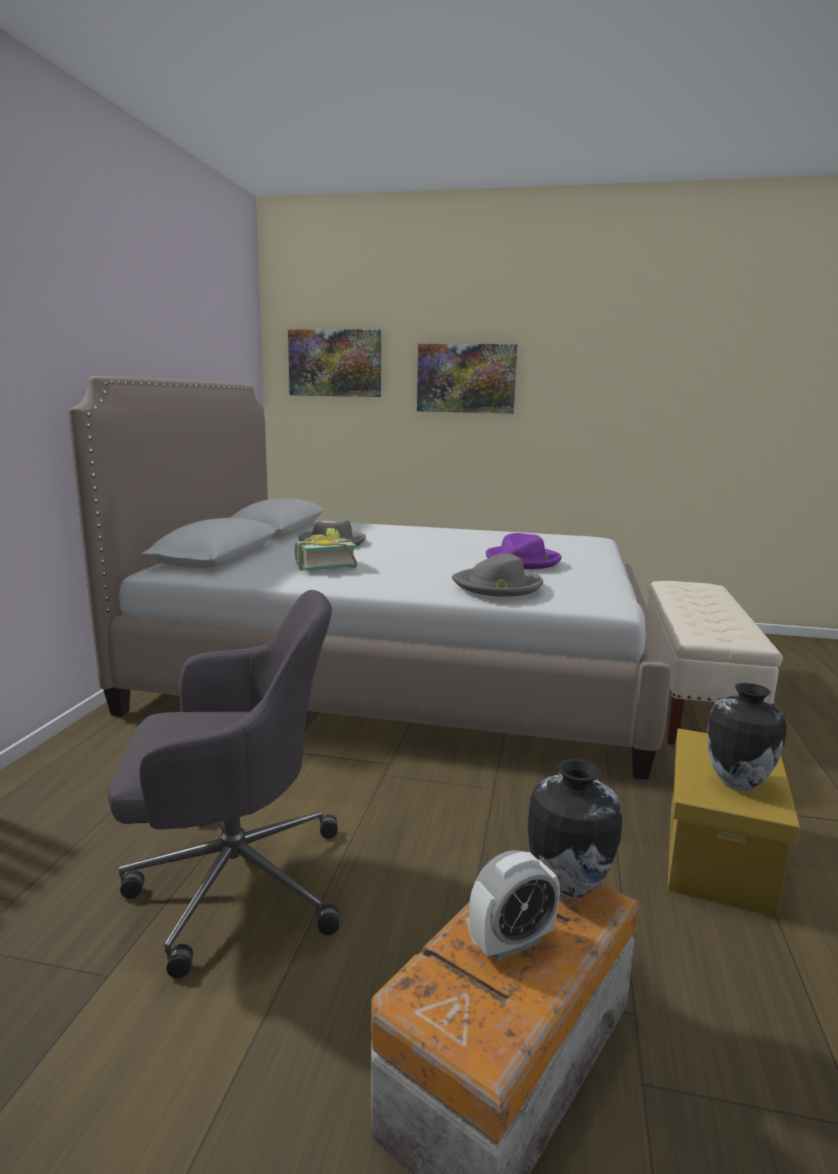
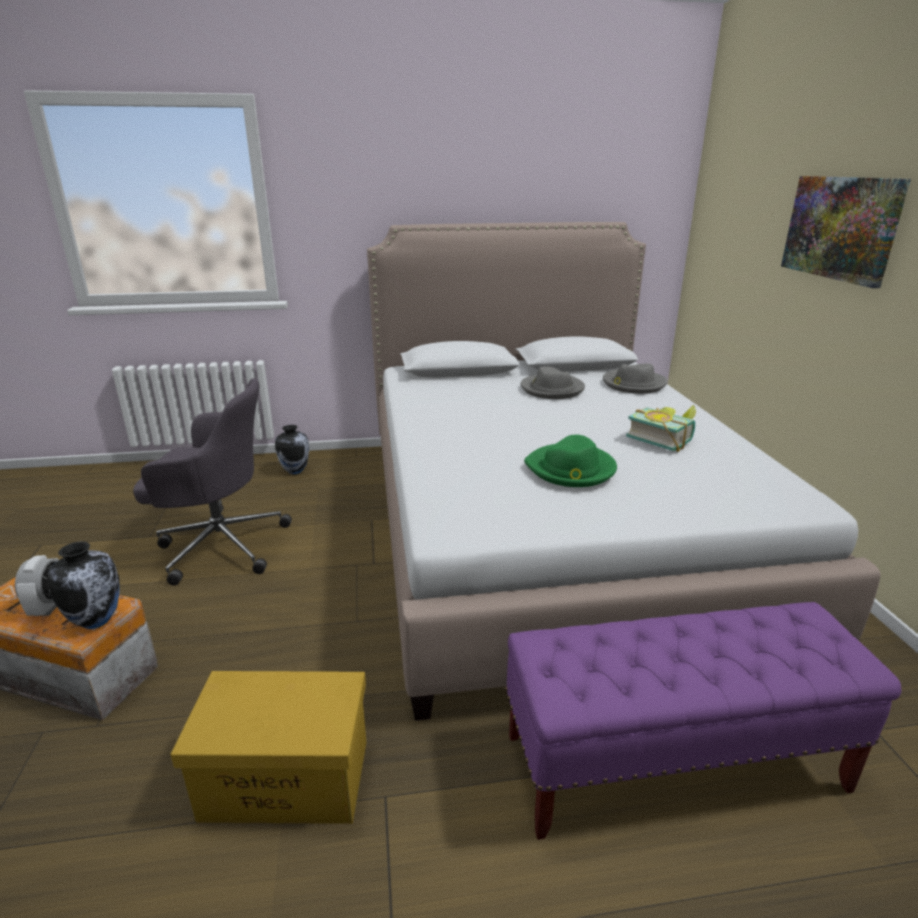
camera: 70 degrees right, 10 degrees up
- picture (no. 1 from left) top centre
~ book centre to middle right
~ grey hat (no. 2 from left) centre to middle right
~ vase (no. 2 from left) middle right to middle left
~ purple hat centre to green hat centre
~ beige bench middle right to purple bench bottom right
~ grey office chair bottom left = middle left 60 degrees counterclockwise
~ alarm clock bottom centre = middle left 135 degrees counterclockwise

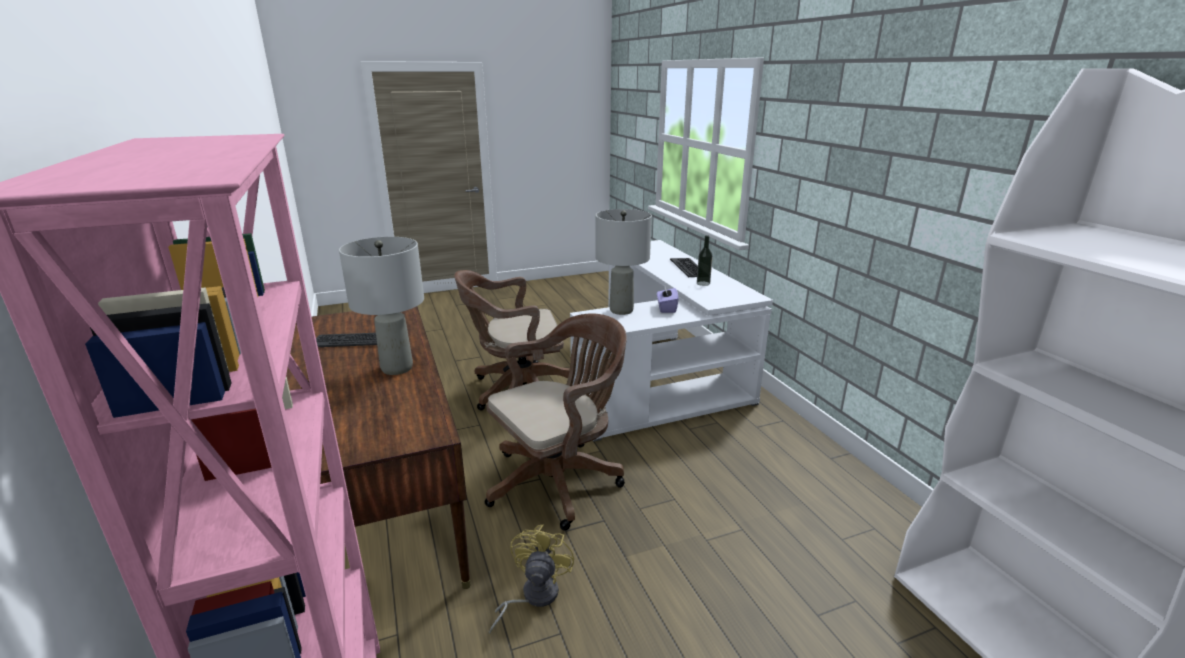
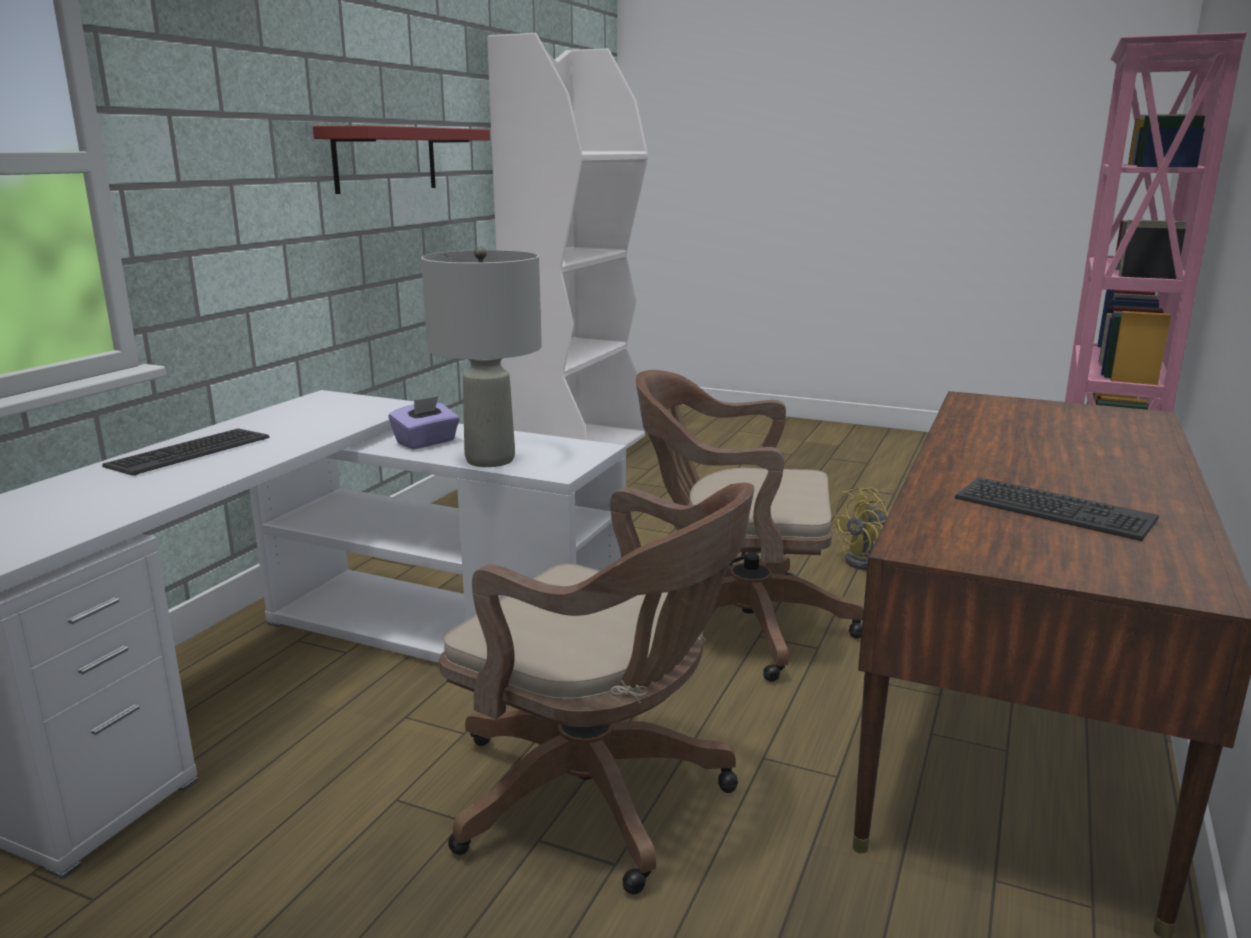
camera: 135 degrees left, 5 degrees down
- grey table lamp (no. 1 from left) middle left
- bottle centre
+ red shelf top left

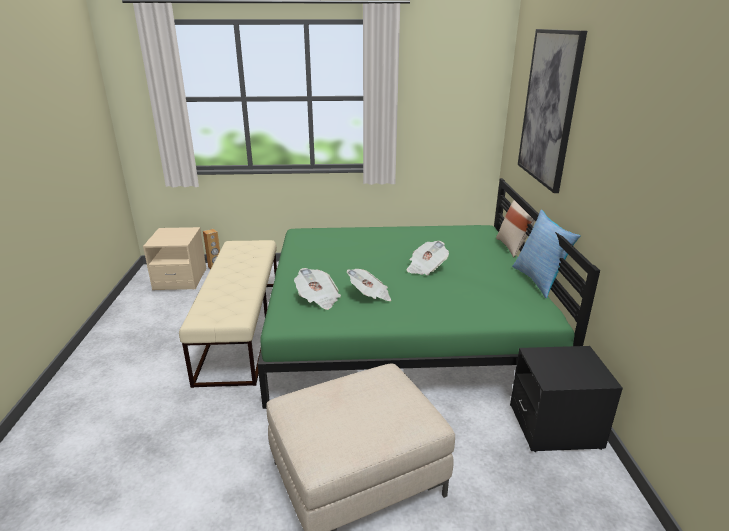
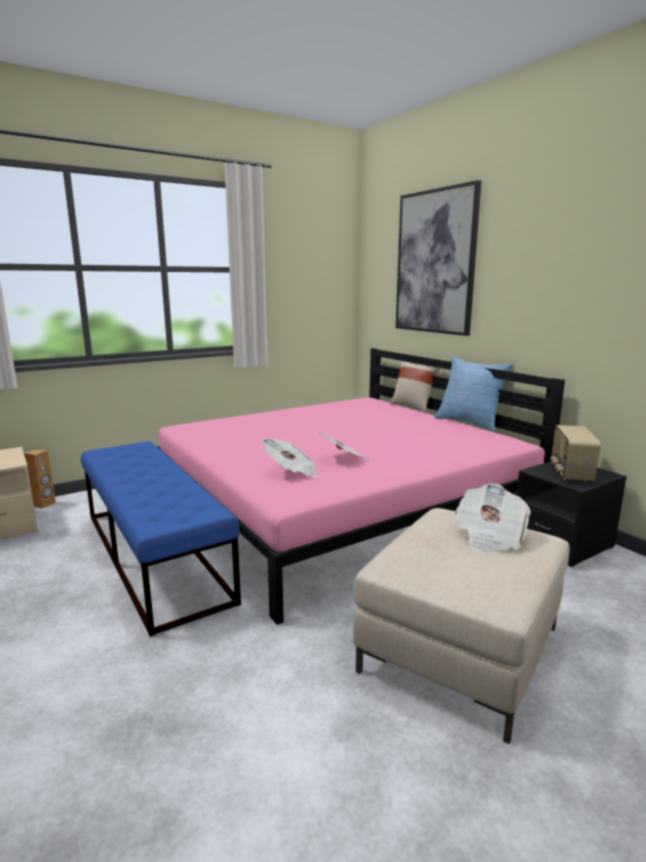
camera: 30 degrees left, 10 degrees down
+ radio middle right
~ newspaper (no. 3 from left) centre to middle right
~ beige bench middle left to blue bench middle left
~ green bed centre to pink bed centre

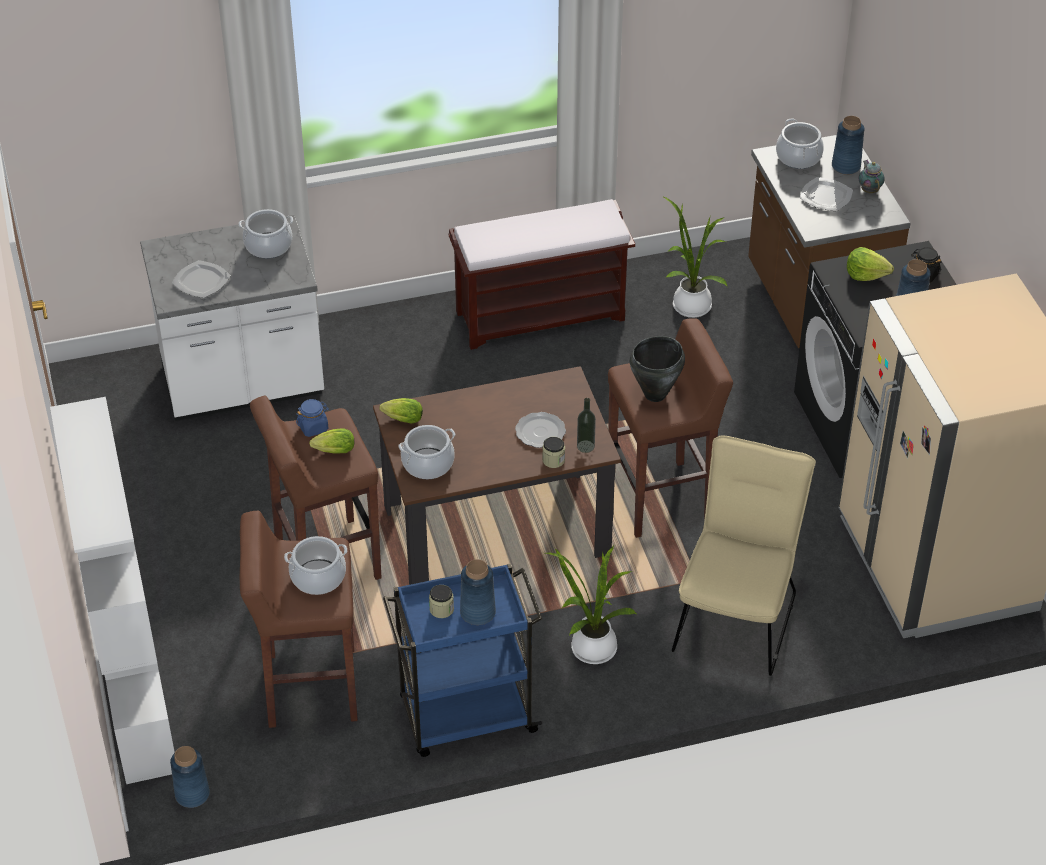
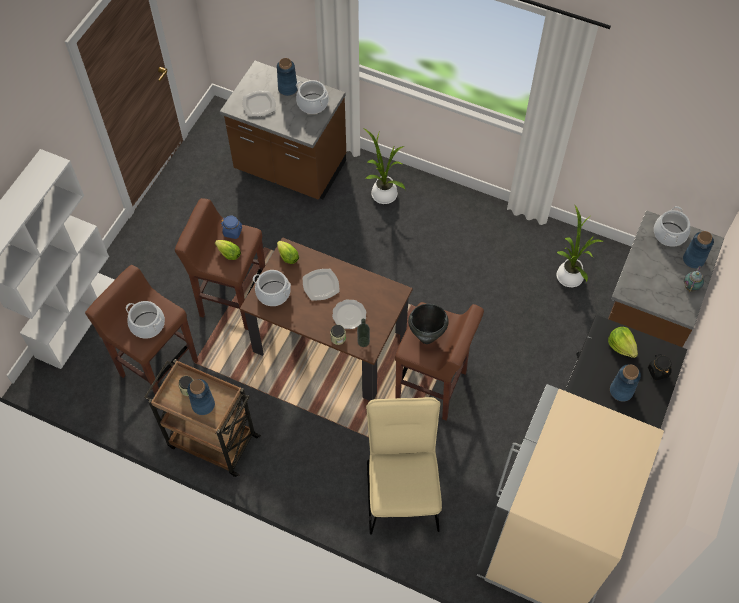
camera: 40 degrees right, 15 degrees up
- brown bench top centre
~ blue vase (no. 1 from left in the first image) bottom left to blue vase (no. 2 from left) top centre
~ potted plant (no. 1 from left) bottom centre to top centre
~ plate (no. 3 from left in the first image) top right to plate (no. 2 from left) centre
~ white counter middle left to brown counter (no. 1 from left) top centre
~ blue cart bottom centre to brown cart bottom left
~ beige chair middle right = bottom centre 60 degrees counterclockwise

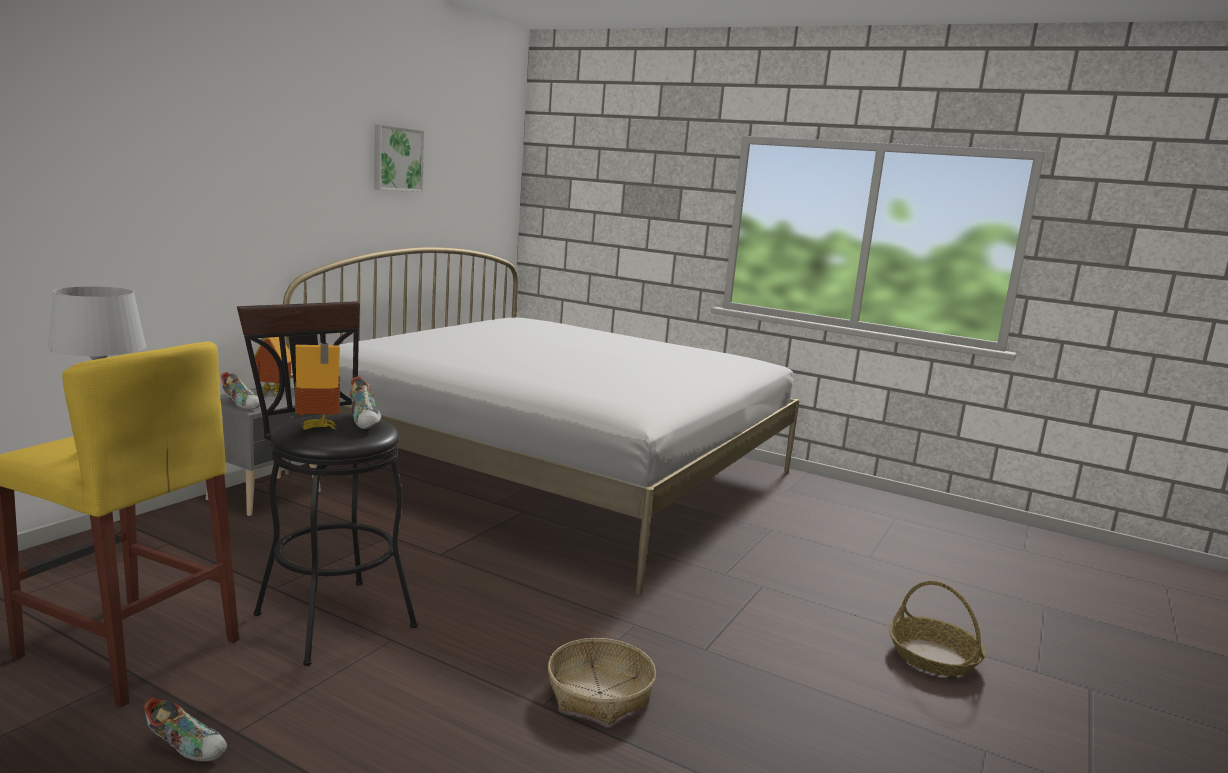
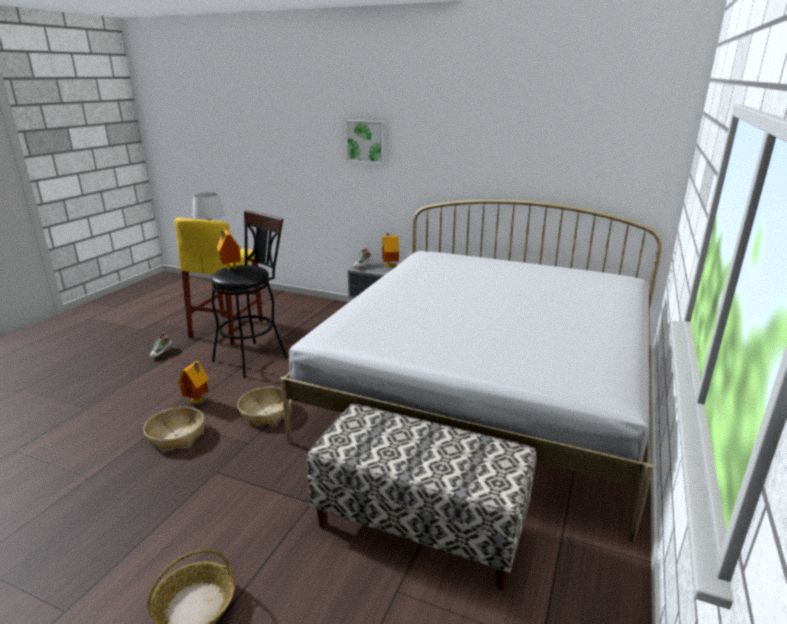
camera: 85 degrees right, 10 degrees up
- shoe (no. 3 from left) middle left
+ toy house (no. 1 from left) middle left
+ basket (no. 3 from left) centre
+ bench bottom centre
~ picture top left to top centre

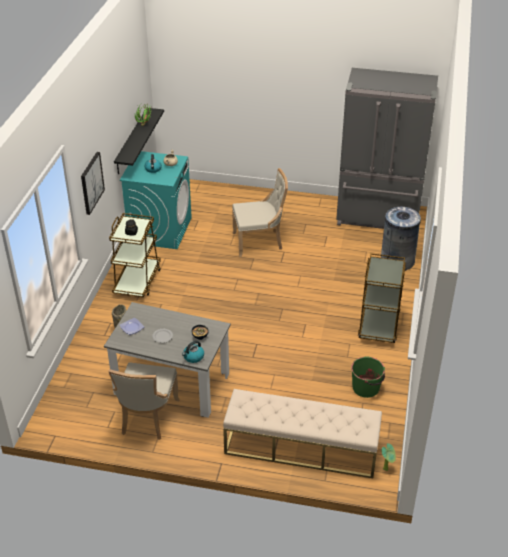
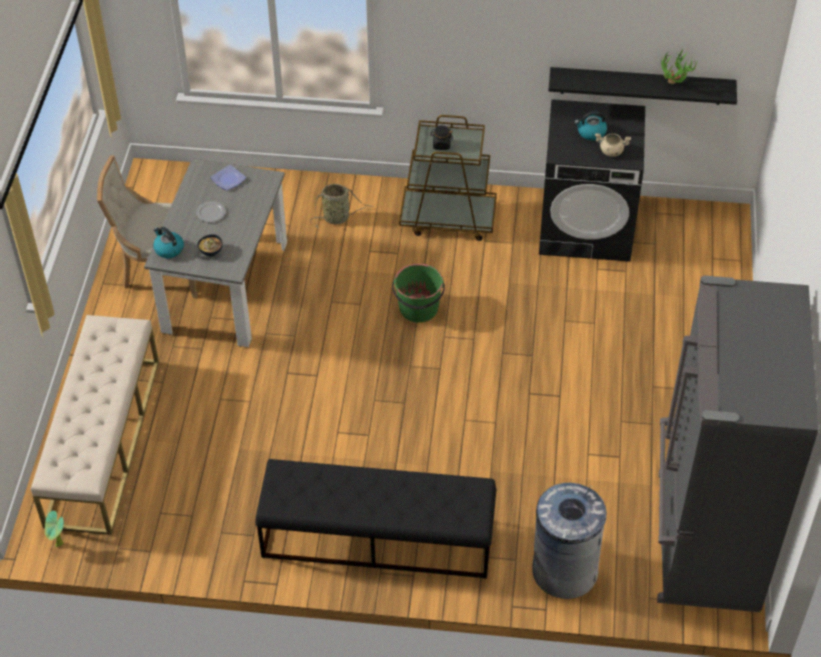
camera: 85 degrees right, 10 degrees up
- picture top left
- beige chair (no. 2 from left) centre
~ green bucket bottom right to centre
~ brown cart (no. 2 from left) middle right to black bench bottom centre
~ turquoise washing machine middle left to black washing machine top right

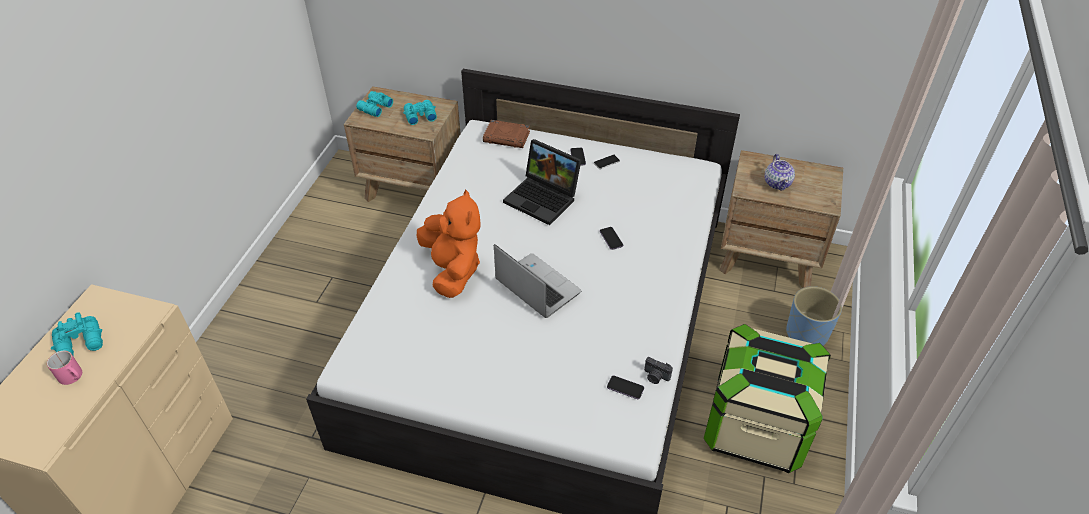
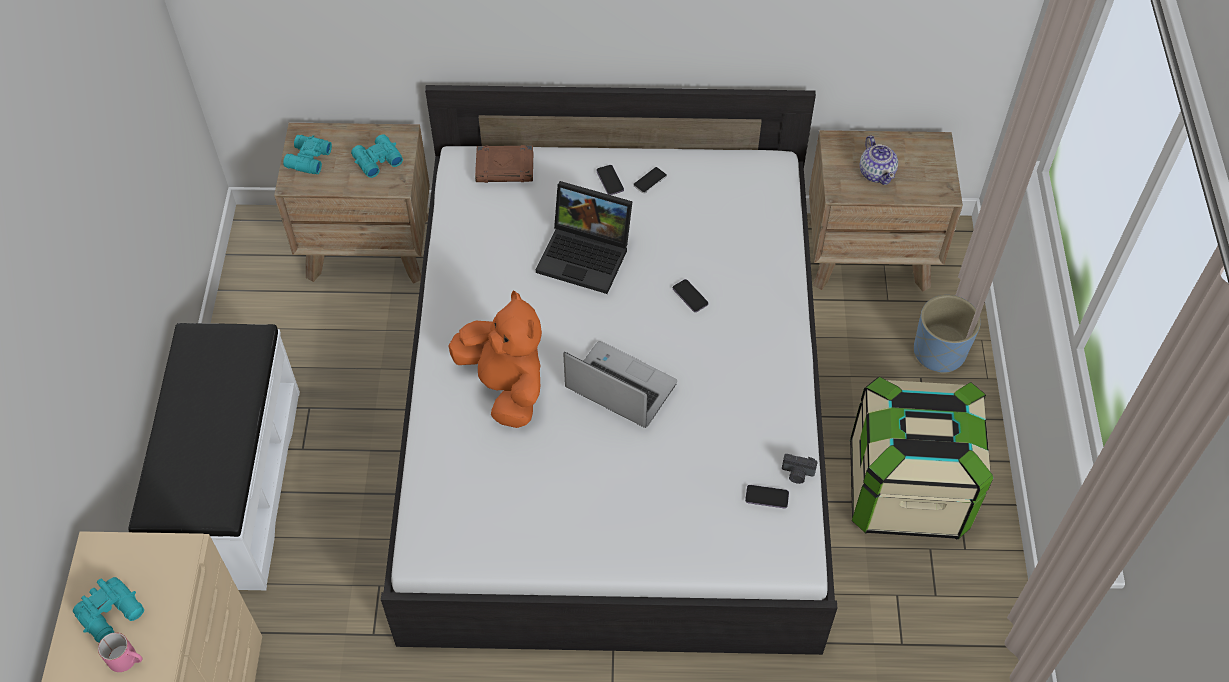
camera: 15 degrees left, 10 degrees up
+ white bench bottom left

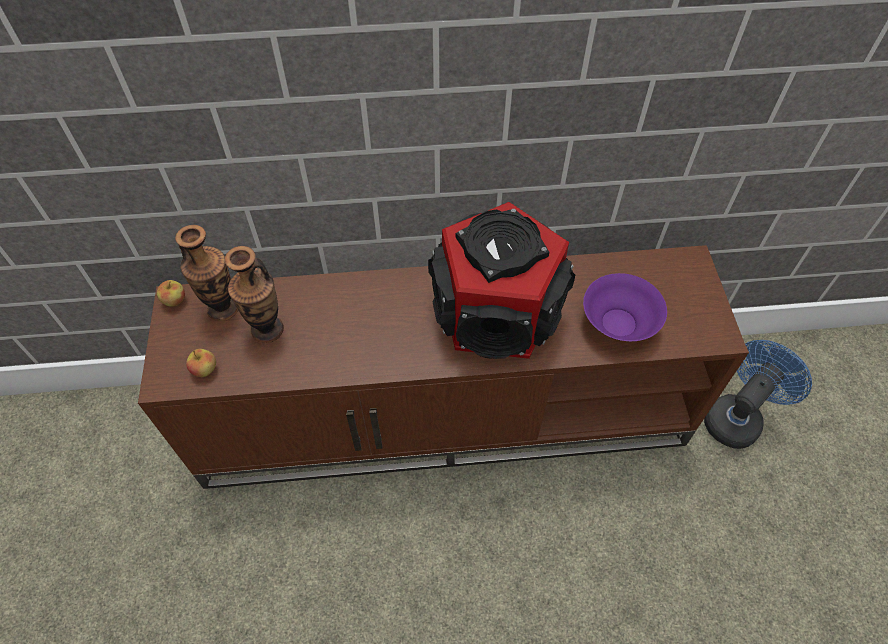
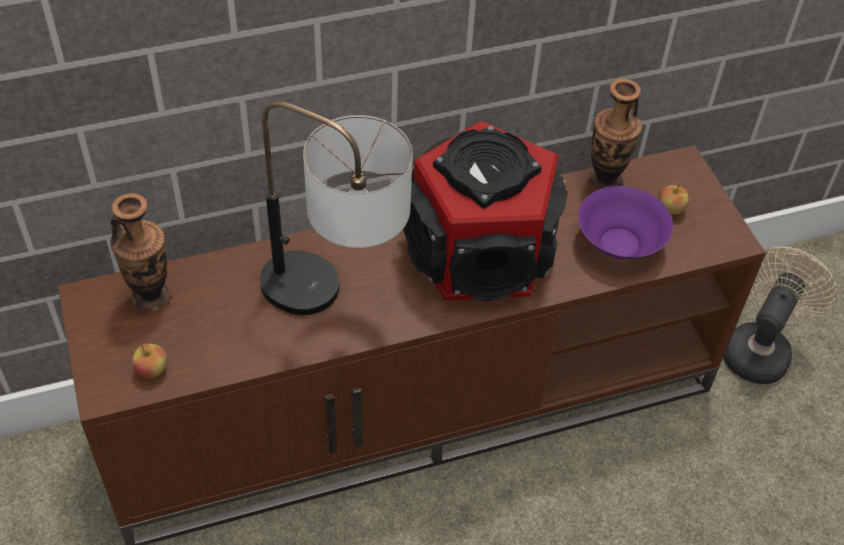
camera: 15 degrees left, 5 degrees down
+ table lamp centre
~ apple (no. 1 from left in the first image) middle left to apple (no. 2 from left) middle right
~ vase (no. 2 from left) middle left to top right
~ blue fan middle right to beige fan middle right

